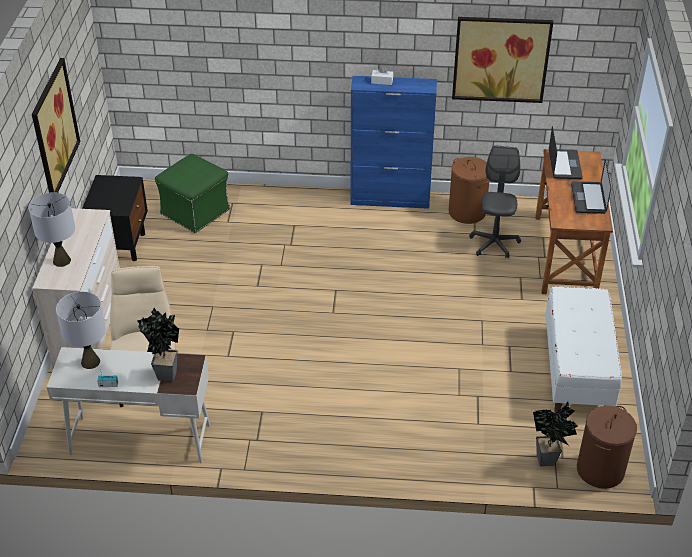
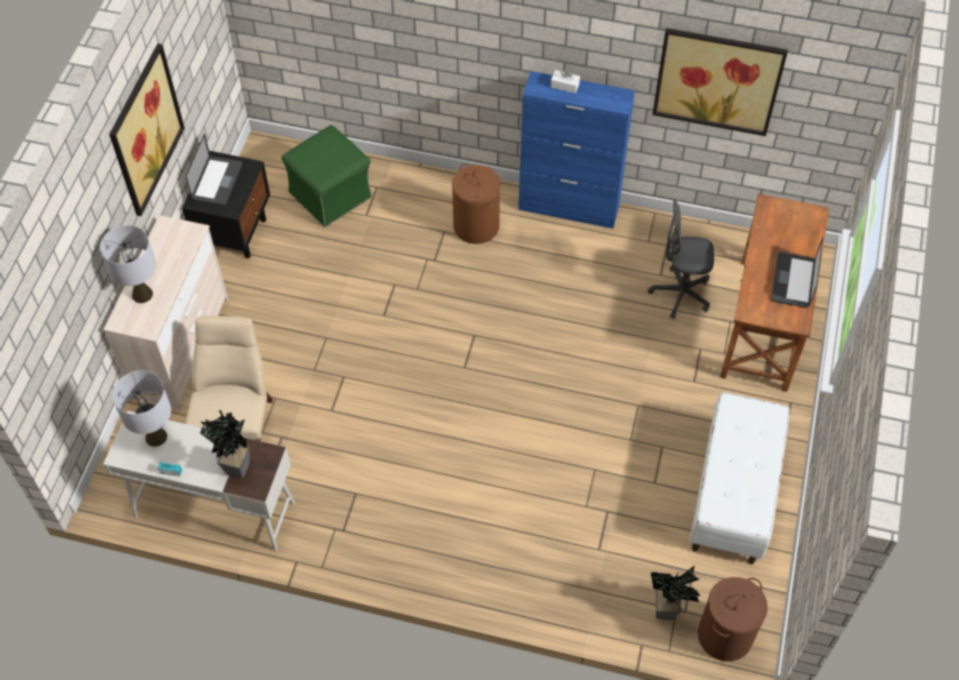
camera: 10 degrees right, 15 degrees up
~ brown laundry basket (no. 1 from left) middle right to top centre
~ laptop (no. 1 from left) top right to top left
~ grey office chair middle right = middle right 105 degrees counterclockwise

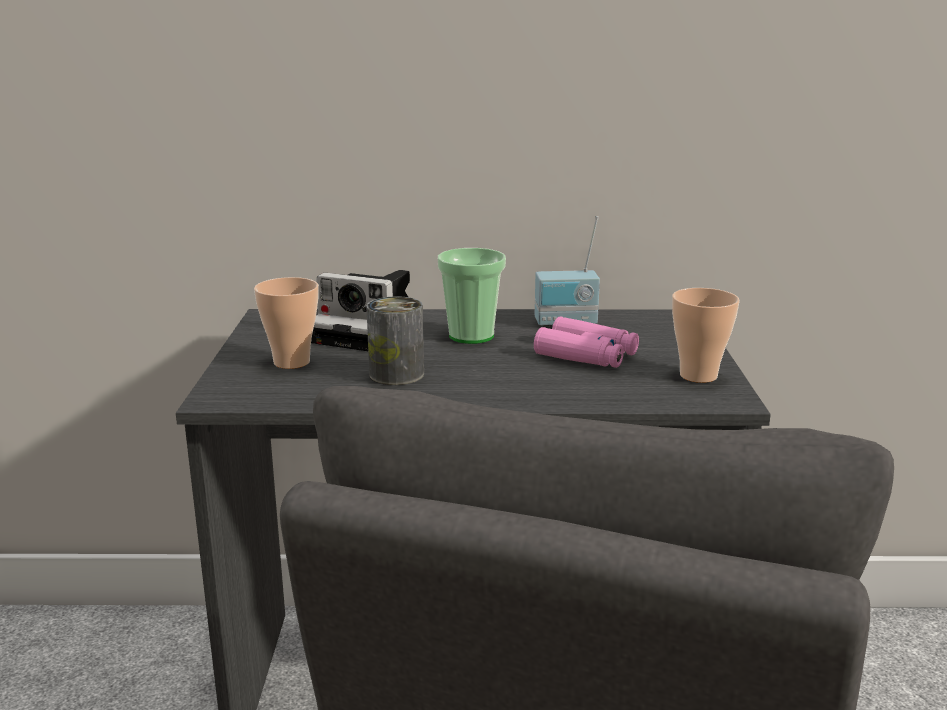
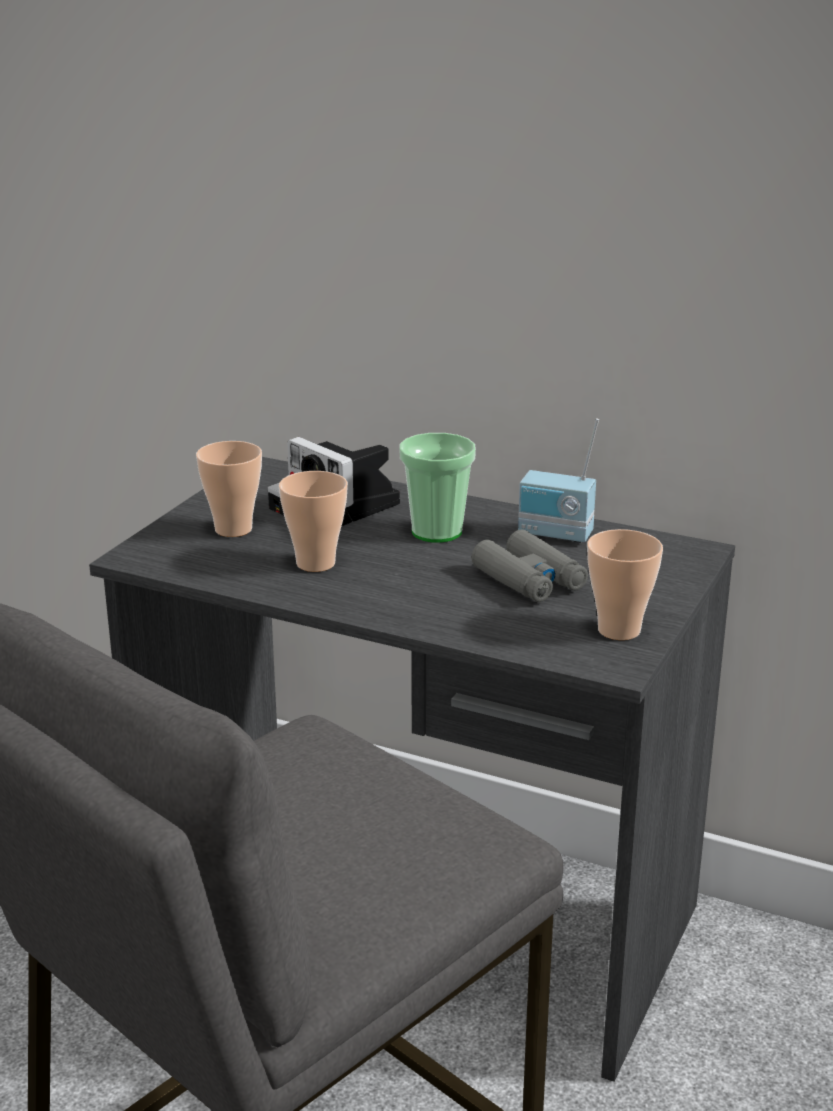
camera: 25 degrees right, 5 degrees up
~ can centre to cup (no. 2 from left) centre
~ pink binoculars centre to grey binoculars centre

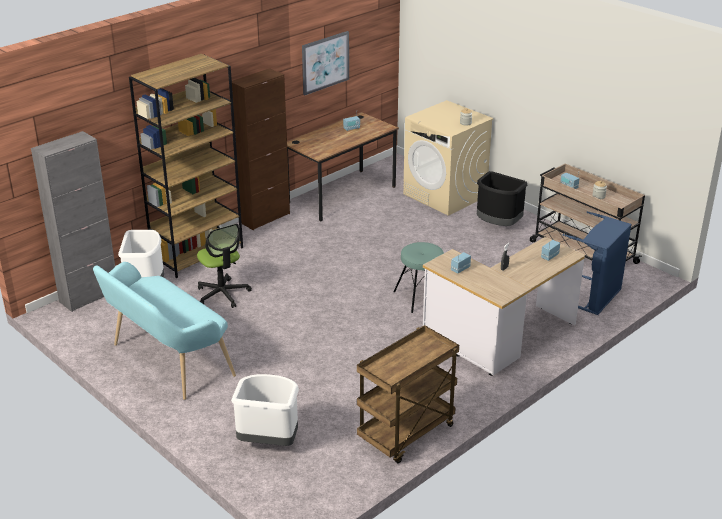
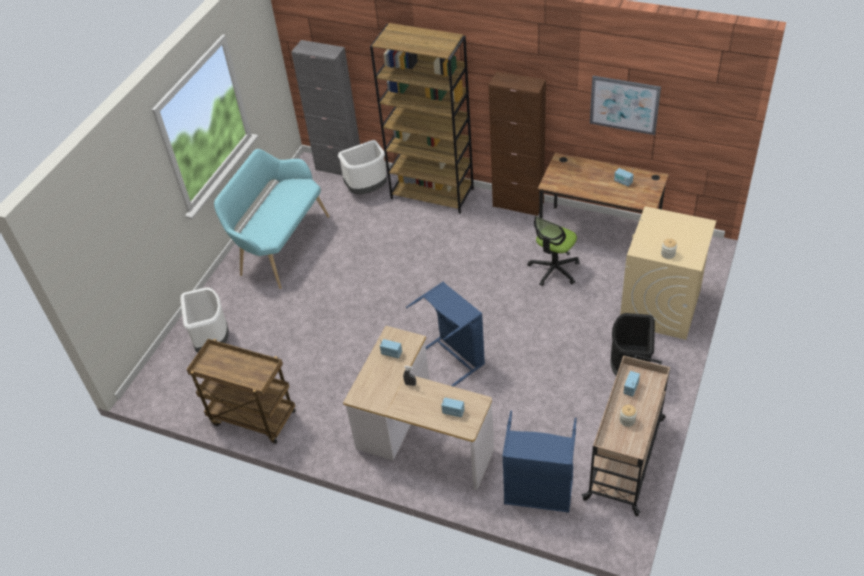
camera: 70 degrees right, 15 degrees up
~ office chair middle left to centre
~ turquoise stool centre to blue laundry basket (no. 1 from left) centre

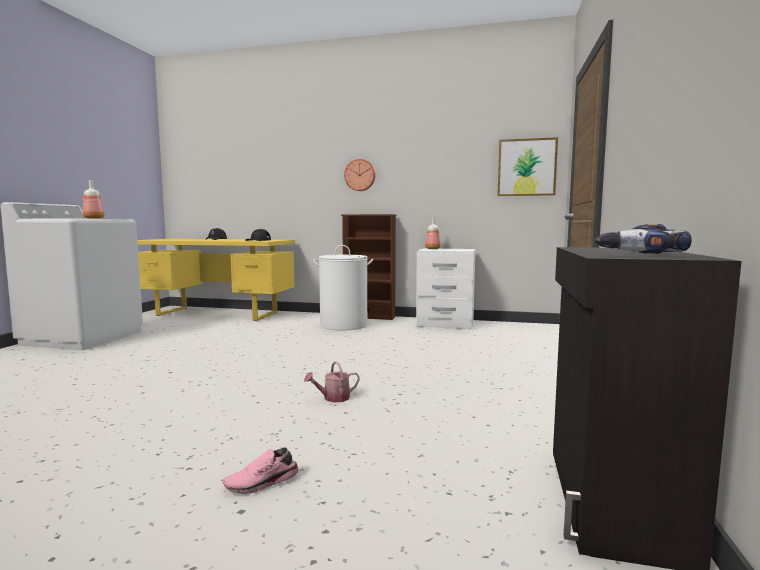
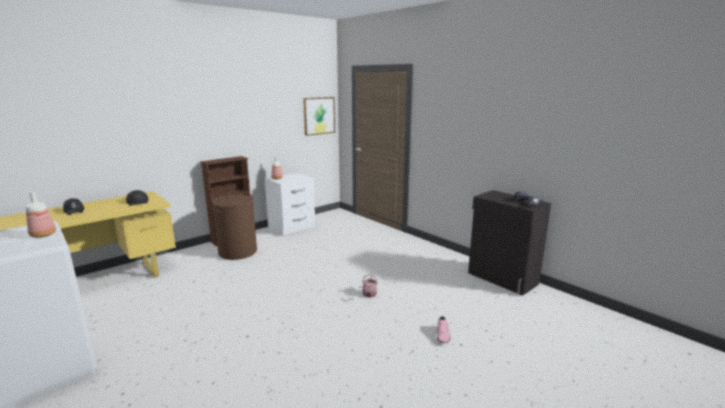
camera: 55 degrees left, 10 degrees up
- wall clock top centre
~ white laundry basket centre to brown laundry basket middle left

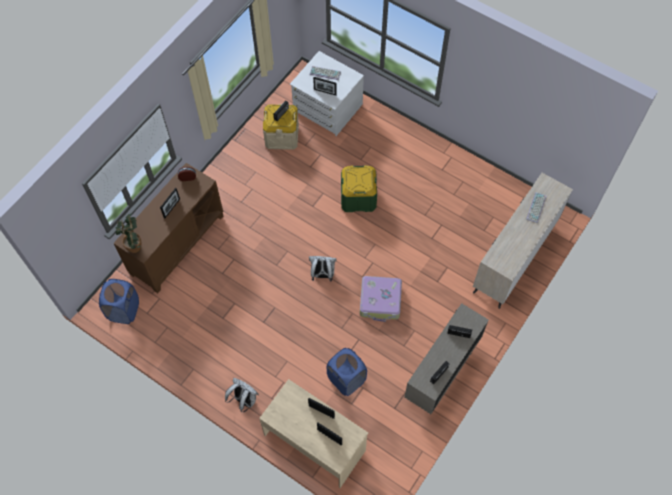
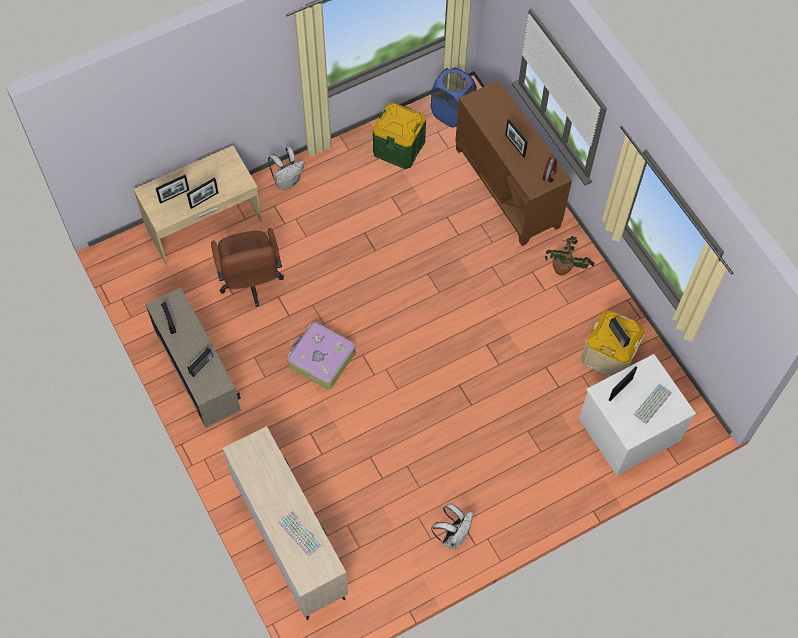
camera: 115 degrees right, 0 degrees up
~ potted plant middle left to middle right
~ white backpack (no. 2 from left) centre to bottom centre
~ green storage box centre to top centre
~ blue laundry basket (no. 2 from left) bottom centre to brown office chair middle left

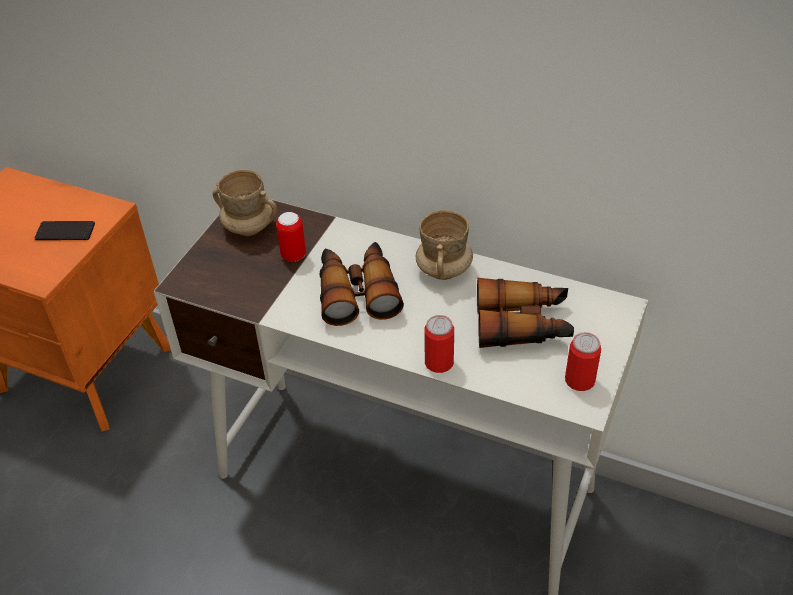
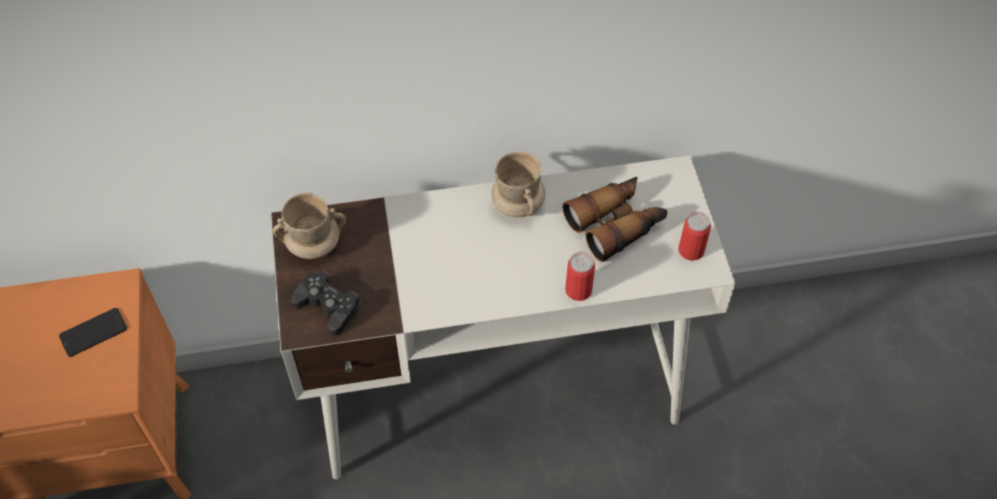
camera: 35 degrees left, 10 degrees up
- can (no. 1 from left) centre
- binoculars (no. 1 from left) centre
+ black game controller middle left

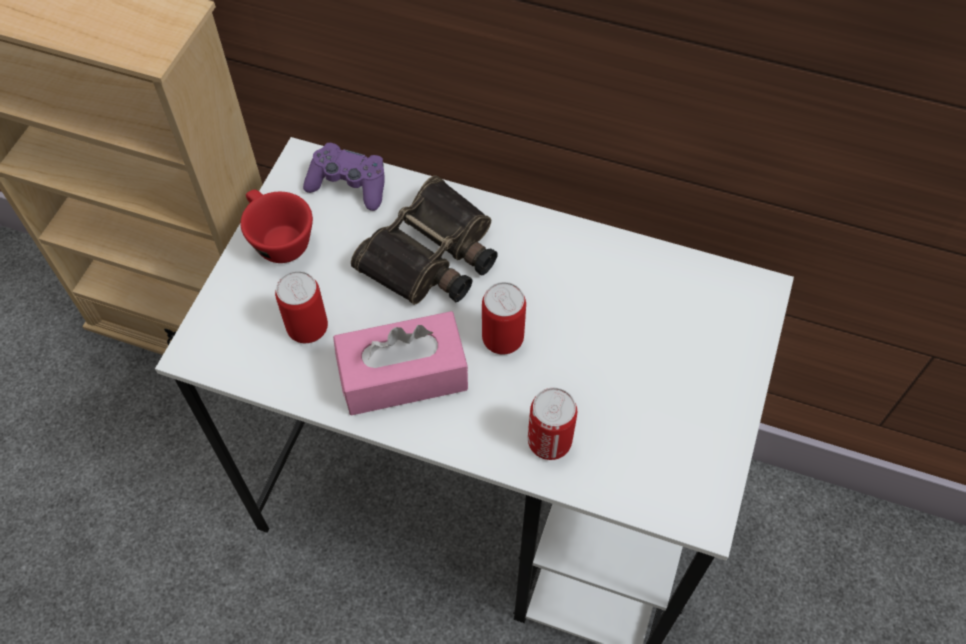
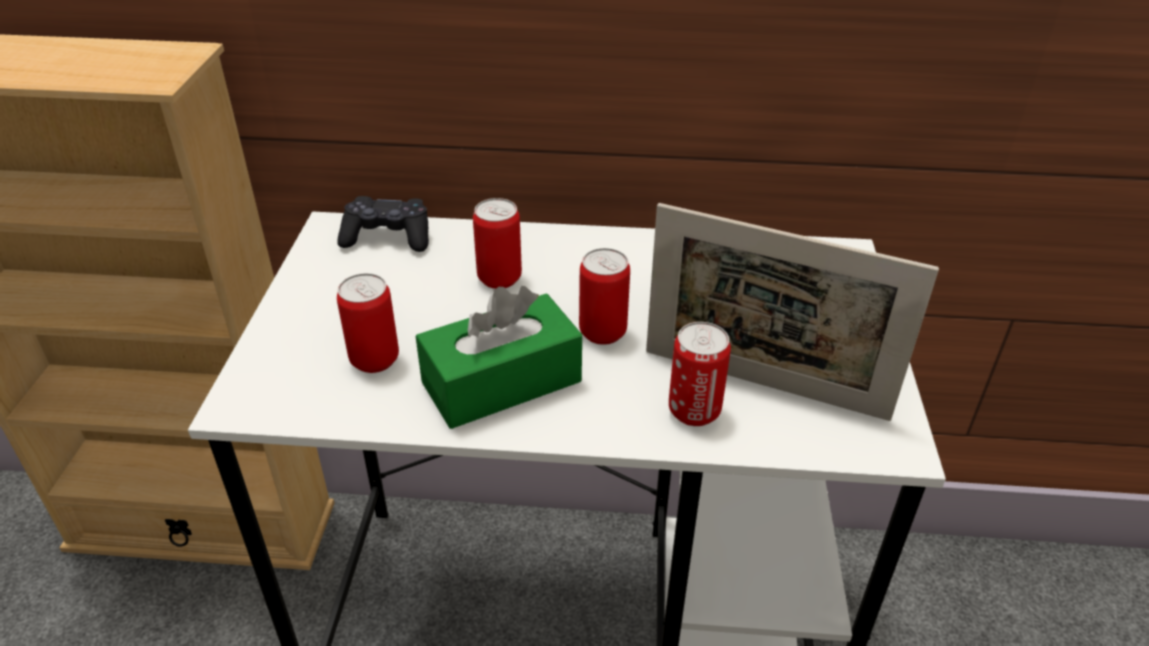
camera: 15 degrees left, 20 degrees down
- red cup middle left
+ picture frame middle right
~ binoculars centre to can (no. 2 from left) centre
~ purple game controller top centre to black game controller centre
~ pink tissue box centre to green tissue box centre

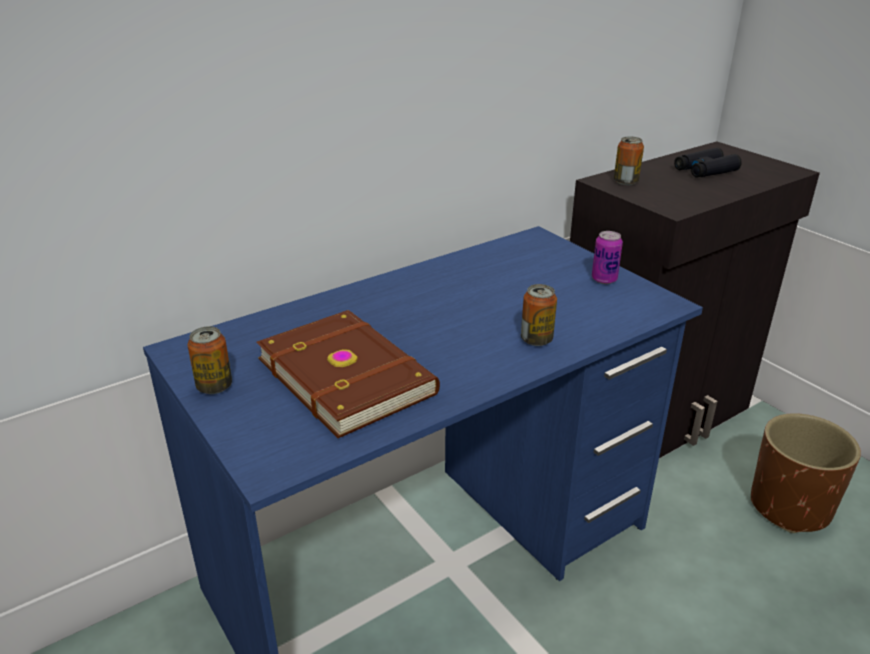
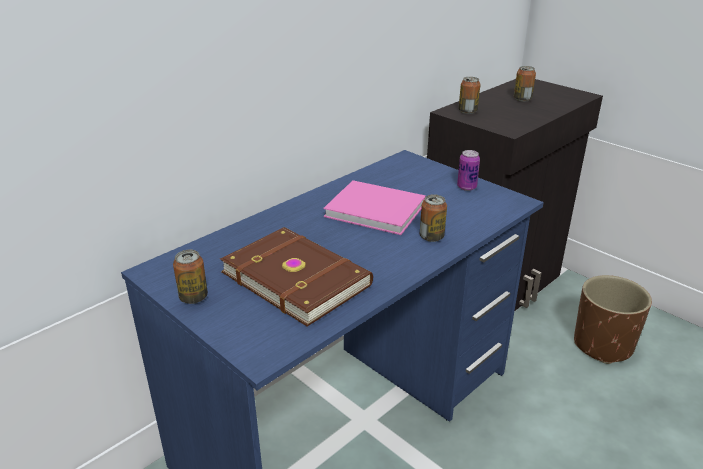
camera: 10 degrees left, 0 degrees up
+ pink book centre
~ black binoculars top right to can (no. 5 from left) top right

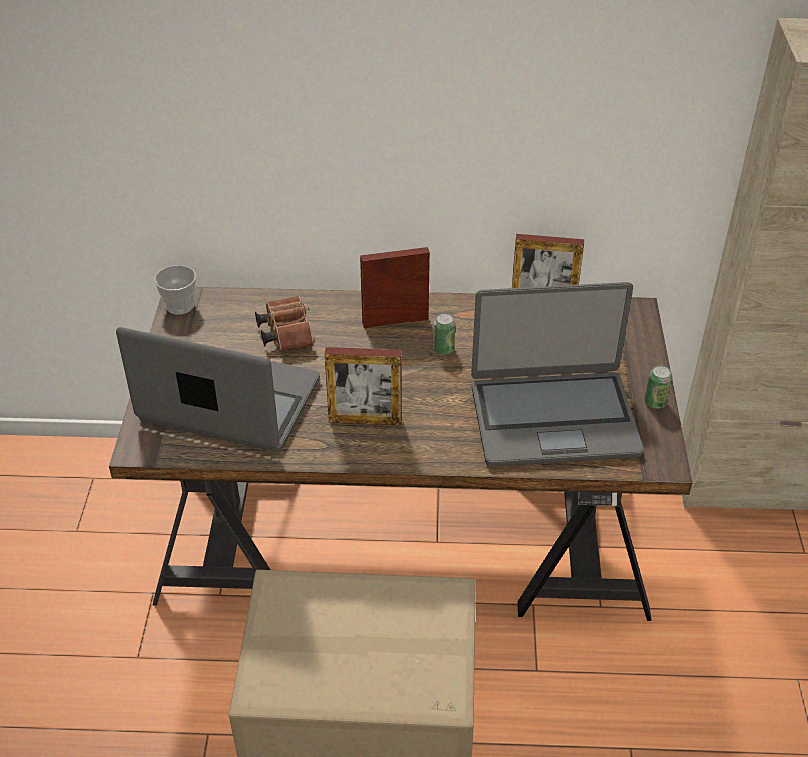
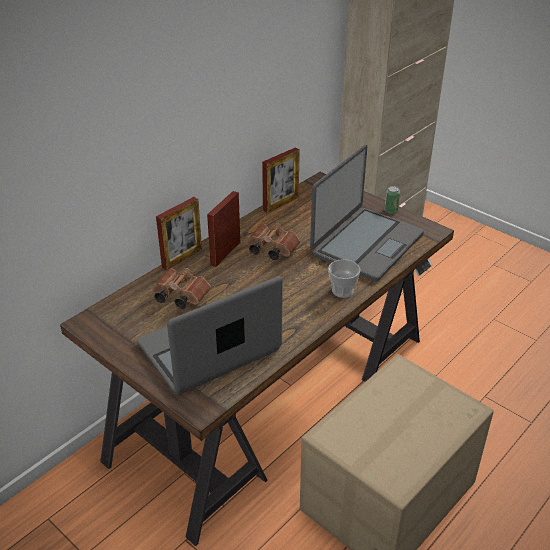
camera: 50 degrees left, 5 degrees down
~ cup middle left to centre
~ picture frame (no. 1 from left) centre to middle left
~ can (no. 1 from left) centre to brown binoculars (no. 2 from left) centre

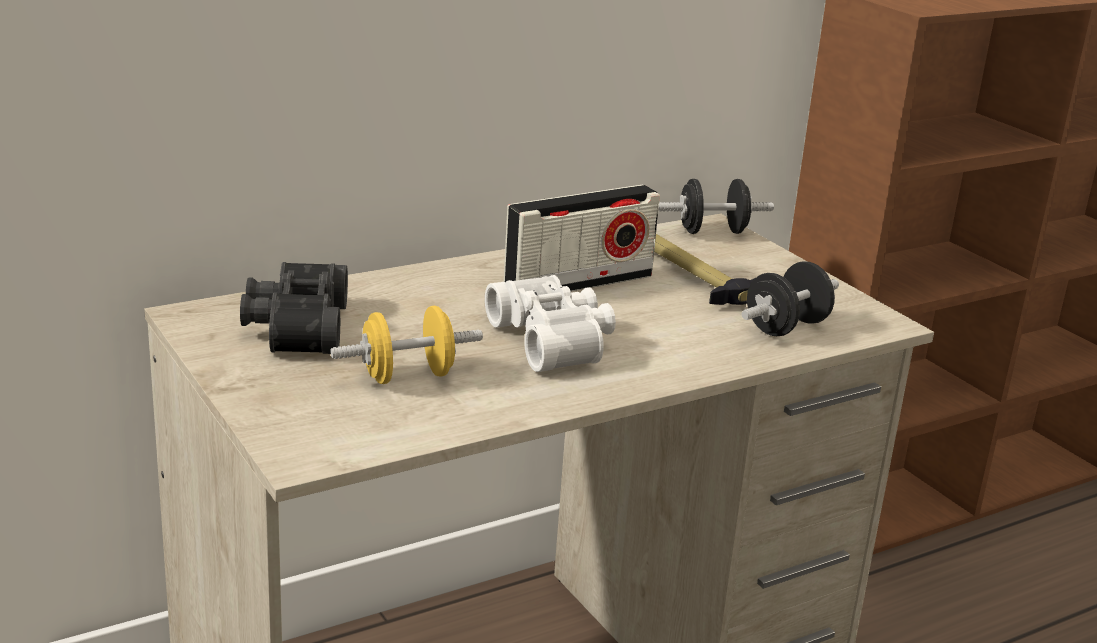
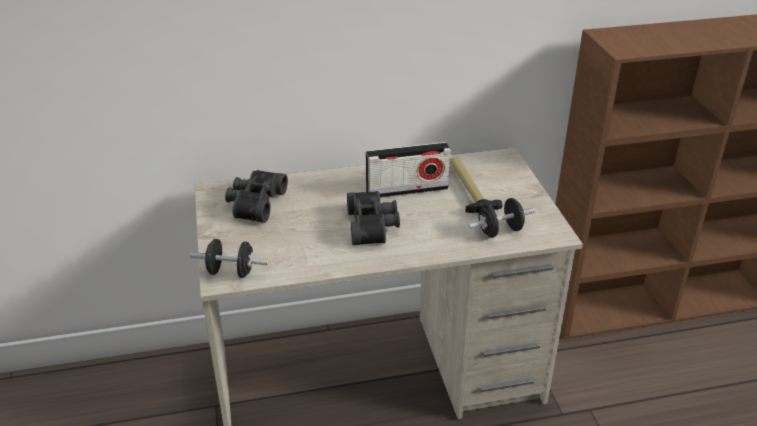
camera: 20 degrees right, 10 degrees up
- yellow dumbbell centre
~ black dumbbell (no. 1 from left) top centre to middle left
~ white binoculars centre to black binoculars (no. 2 from left) centre

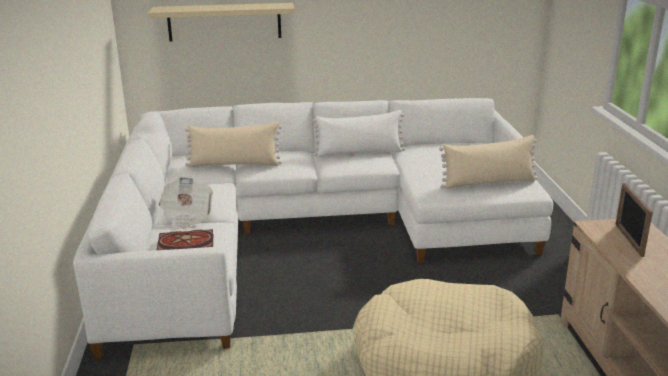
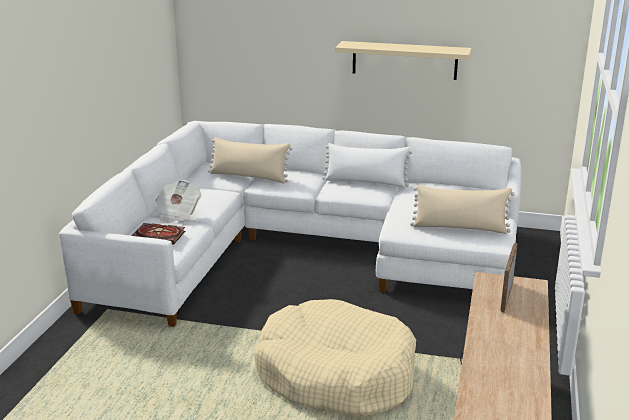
camera: 20 degrees right, 0 degrees up
~ beige shelf top left to top centre

